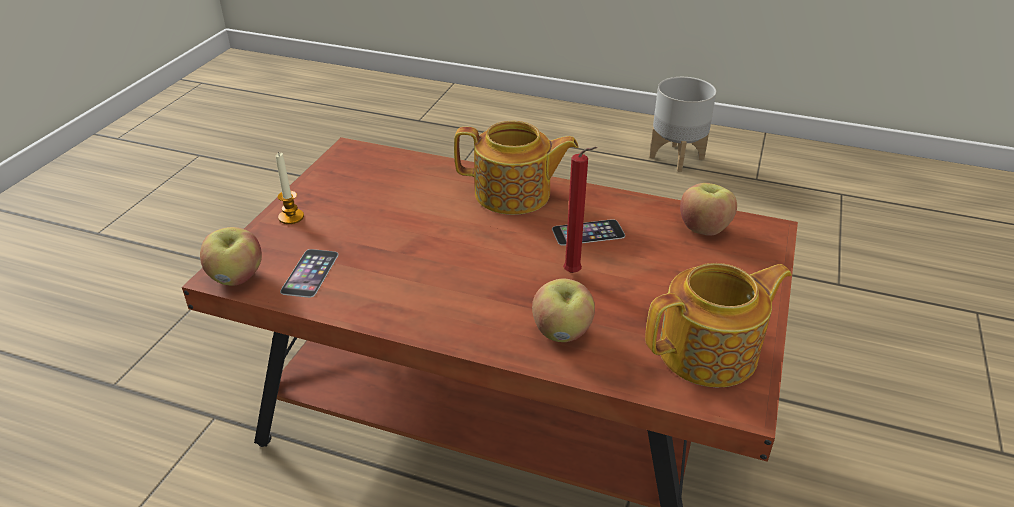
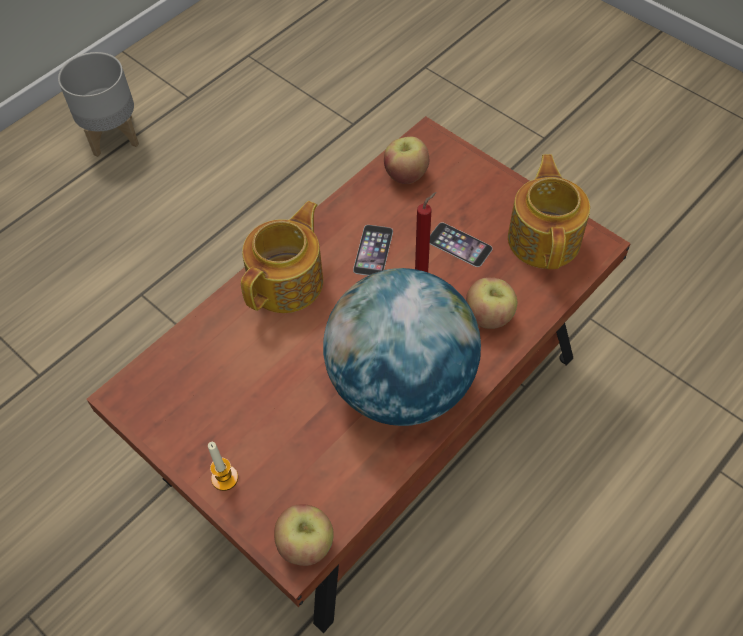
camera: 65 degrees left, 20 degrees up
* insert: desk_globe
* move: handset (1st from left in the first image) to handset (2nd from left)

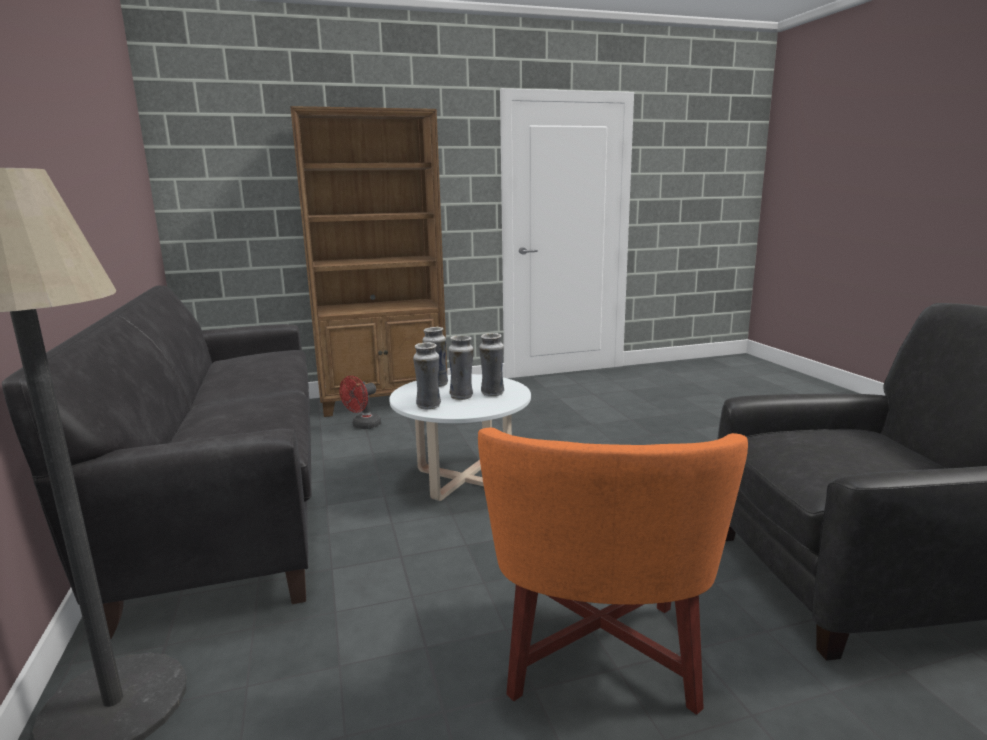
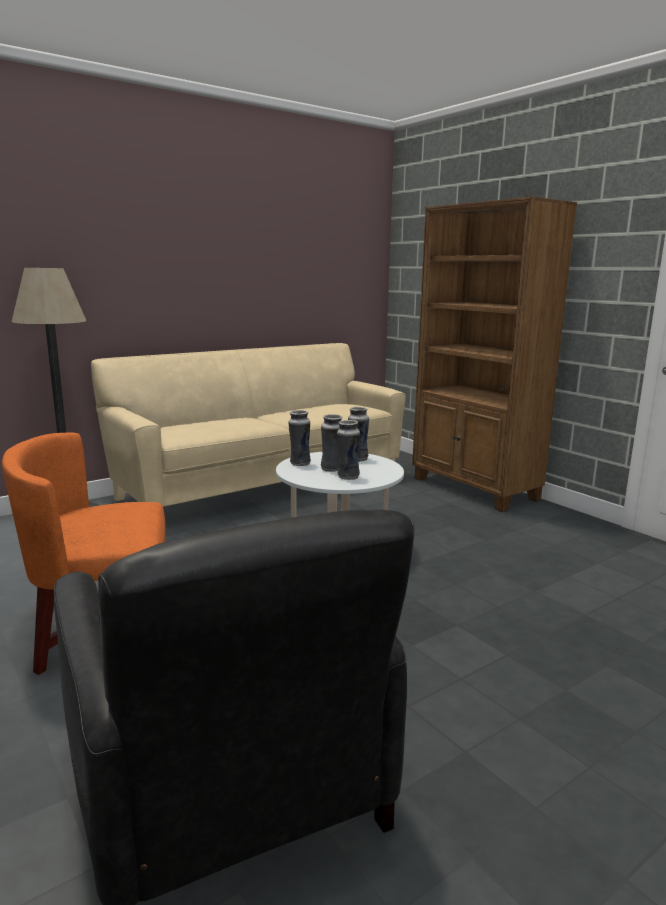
camera: 70 degrees right, 0 degrees up
* delete: red_electric_fan
* recolor: blackish_sofa to sand-coloured_sofa

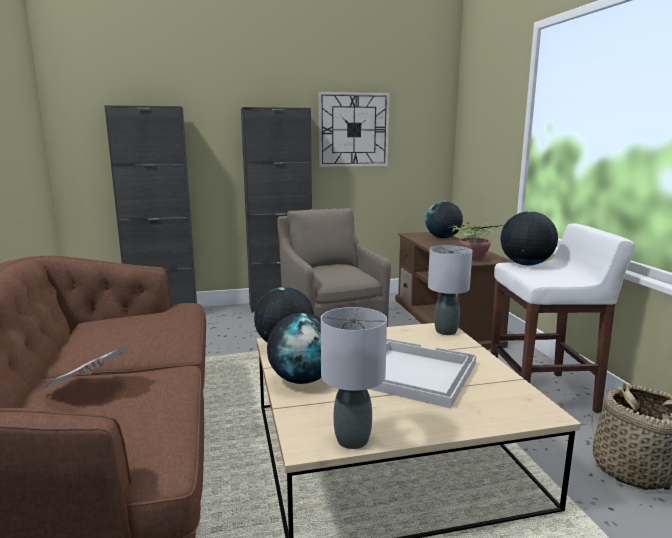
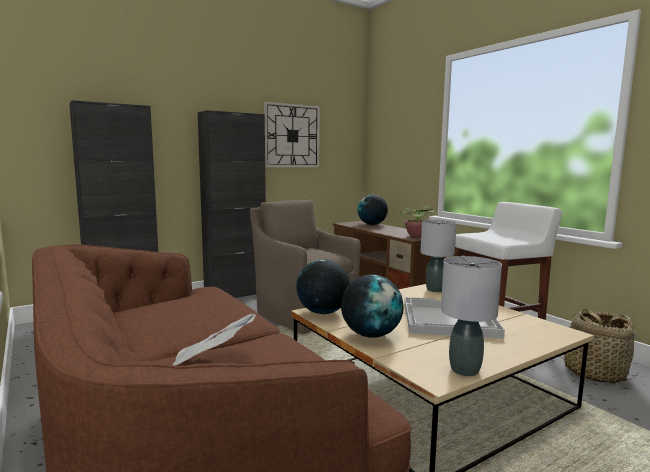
camera: 20 degrees left, 5 degrees down
* delete: desk_globe (4th from left)

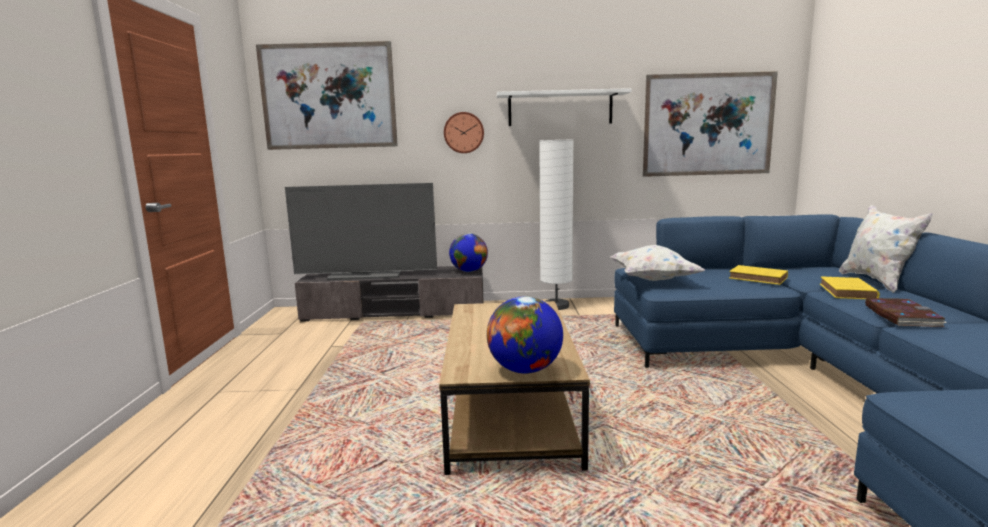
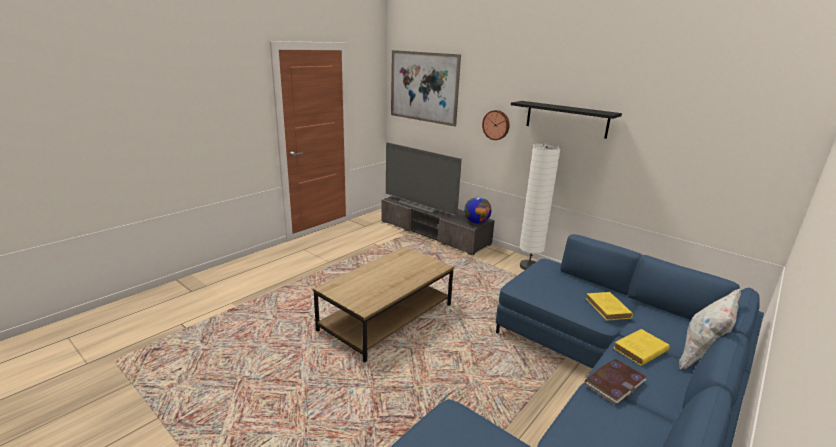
camera: 40 degrees right, 10 degrees up
* delete: desk_globe (2nd from left)
* delete: white-coloured_pillow (1st from left)
* delete: wall_art (2nd from left)
* recolor: white-coloured_shelf to blackish_shelf

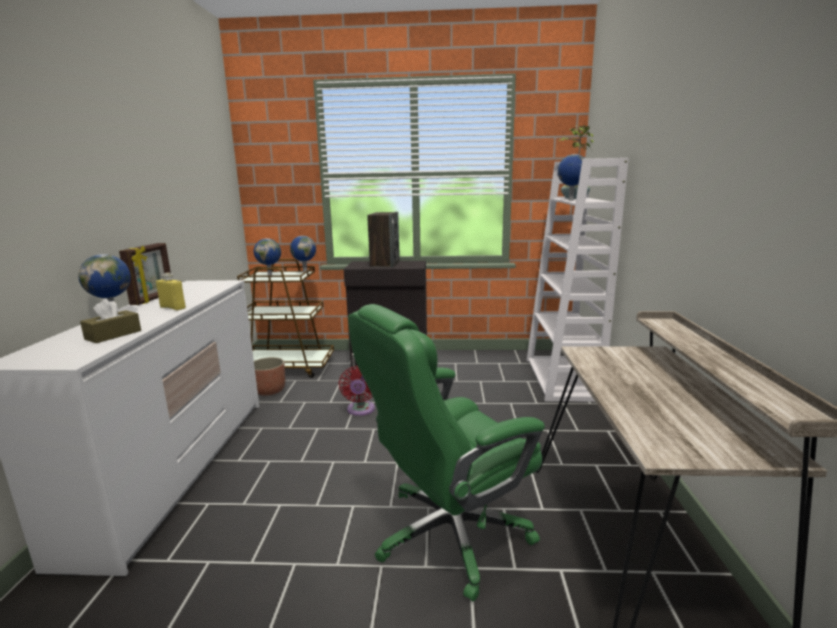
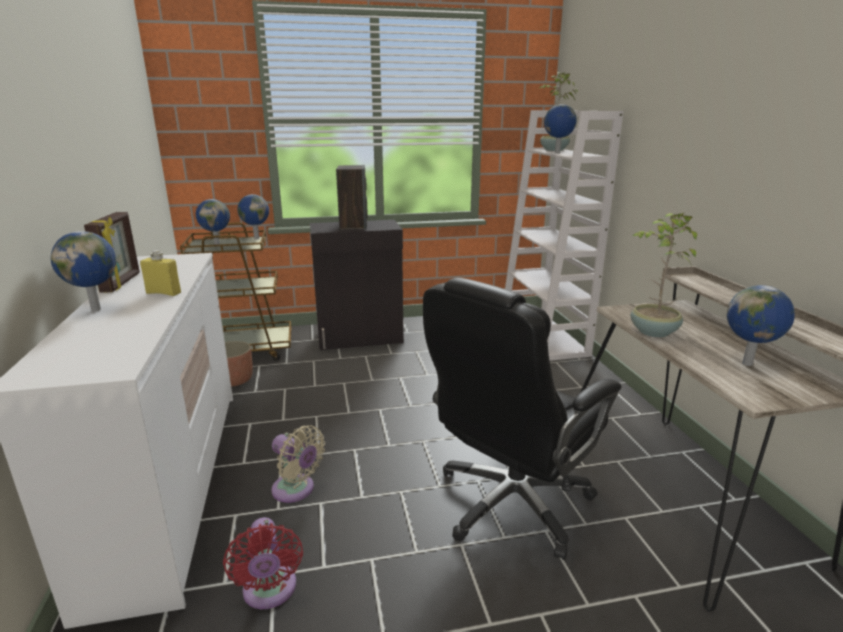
camera: 15 degrees left, 5 degrees up
* delete: brown_tissue_box
* insert: sand-coloured_electric_fan
* insert: plant_in_a_pot (2nd from left)
* insert: desk_globe (5th from left)
* move: red_electric_fan
* recolor: green-coloured_office_chair to blackish_office_chair

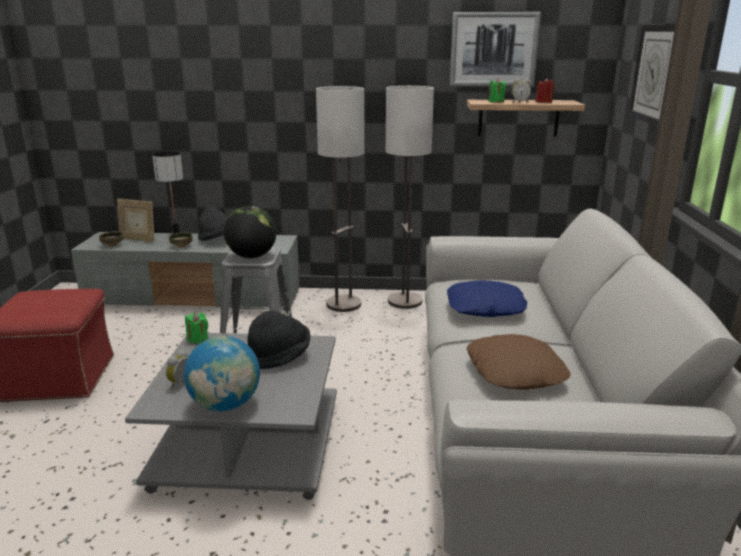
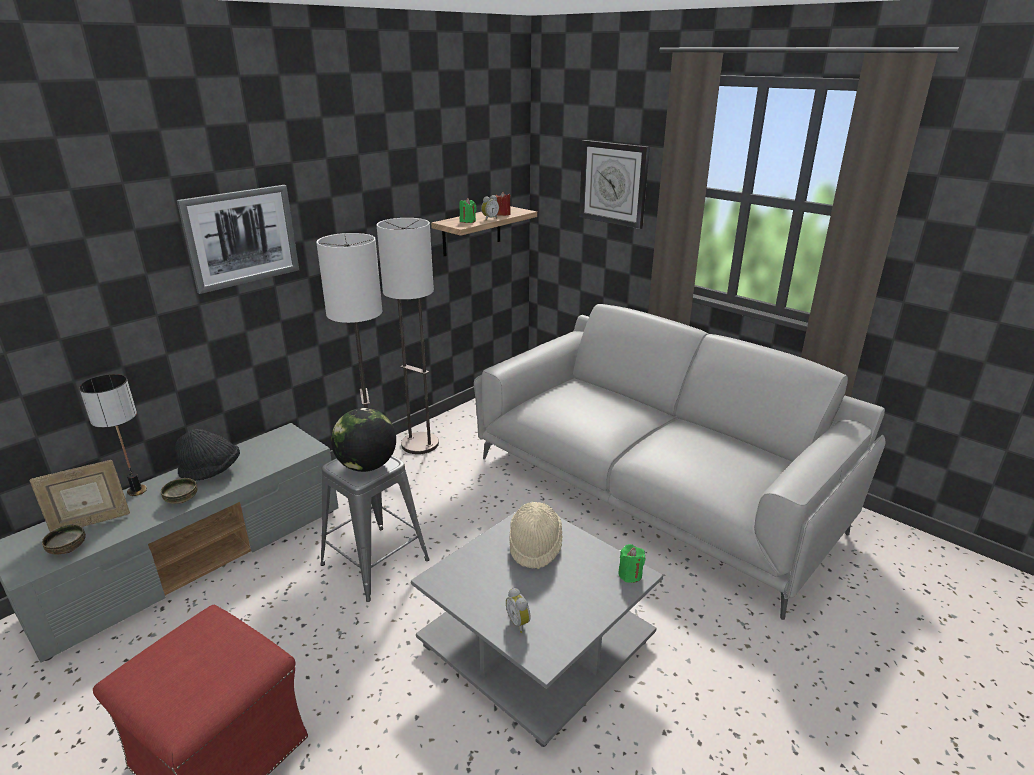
camera: 50 degrees left, 5 degrees up
* delete: desk_globe (1st from left)
* delete: blue-coloured_pillow
* delete: brown_pillow
* move: green-coloured_candle (1st from left in the first image) to green-coloured_candle (2nd from left)
* move: wall_art
* recolor: blackish_wearable_hat (2nd from left) to sand-coloured_wearable_hat

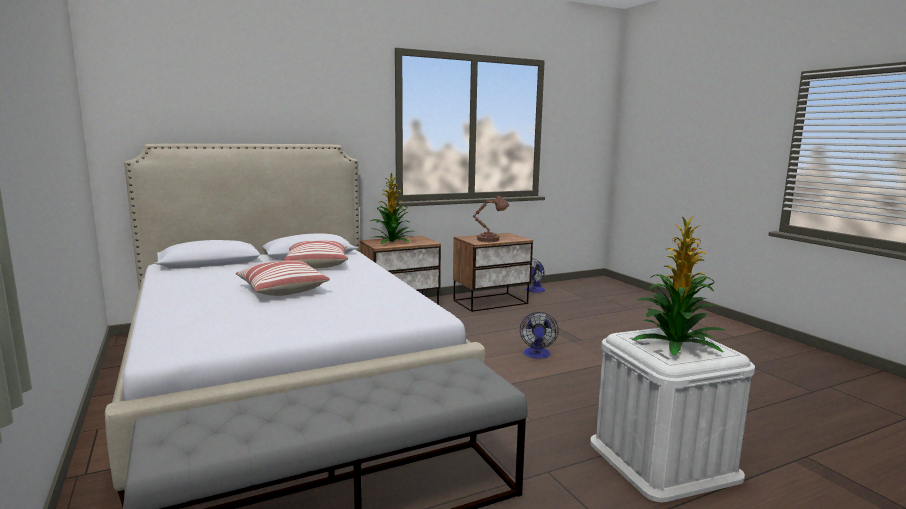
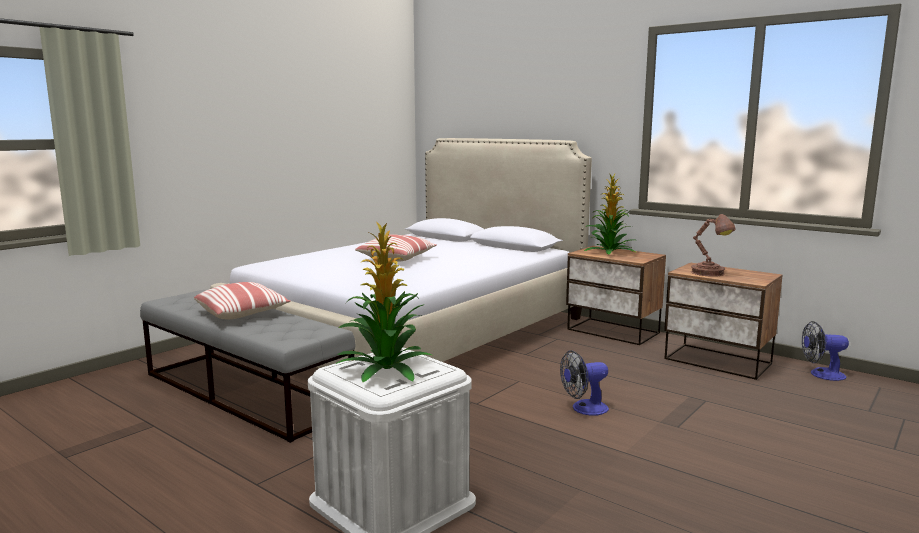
camera: 65 degrees right, 0 degrees up
* move: pillow (2nd from left in the first image) to pillow (1st from left)

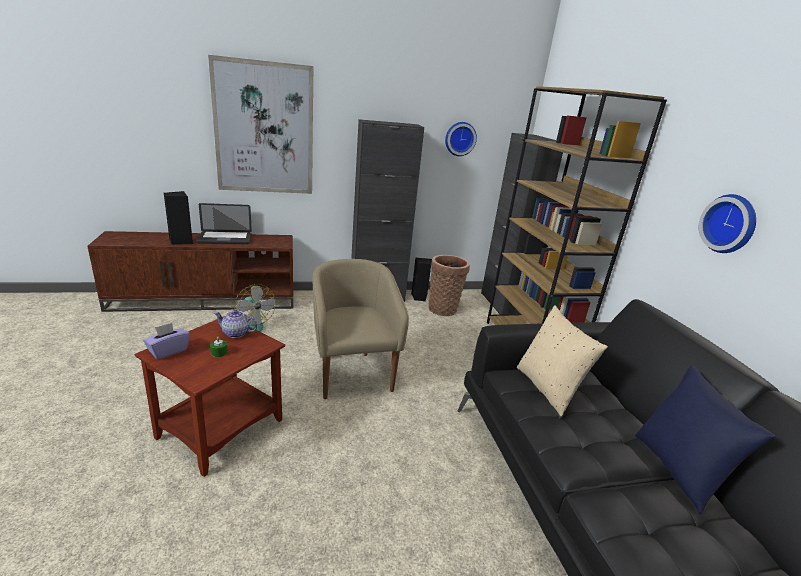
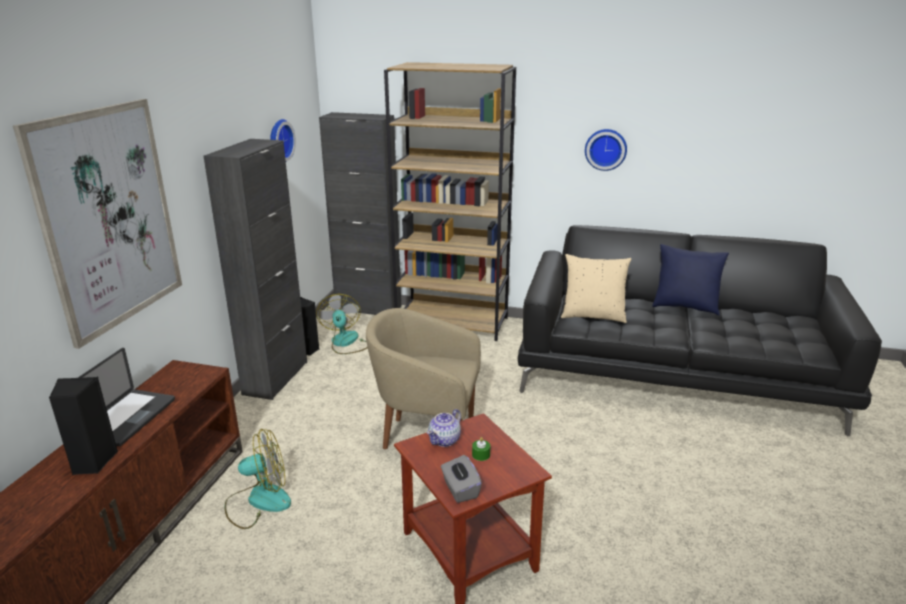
camera: 60 degrees left, 0 degrees up
* replace: storage_basket to electric_fan (2nd from left)
* recolor: purple_tissue_box to grey_tissue_box

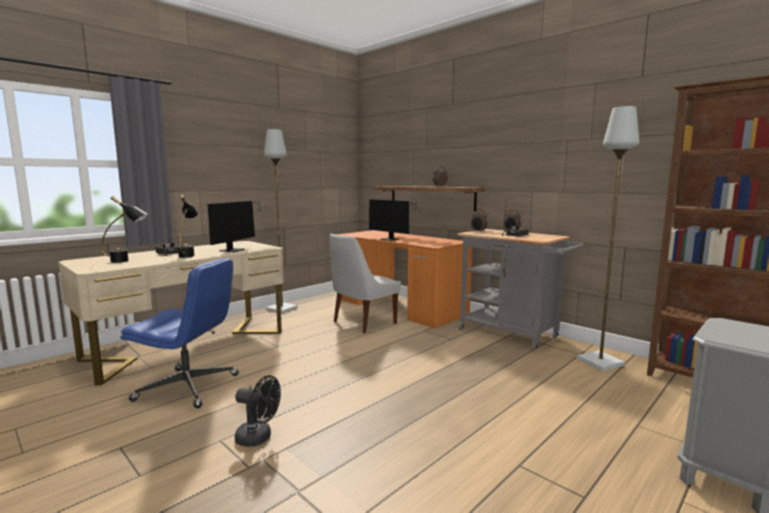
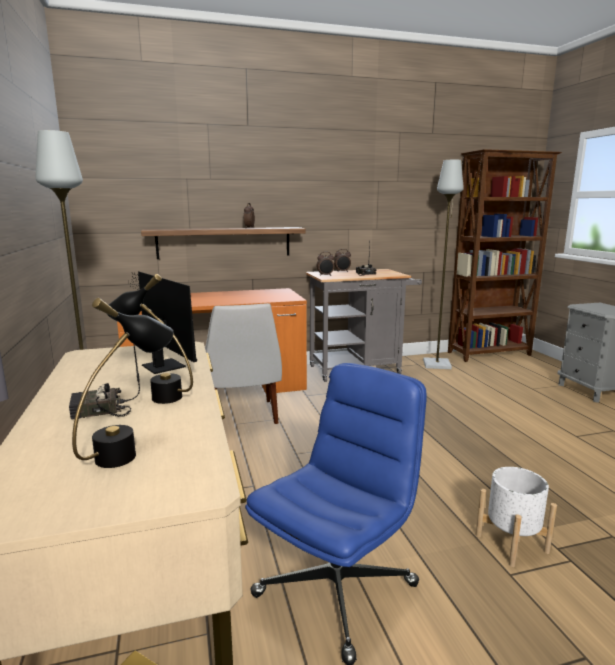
camera: 60 degrees left, 5 degrees up
* delete: monitor (2nd from left)
* replace: blackish_electric_fan to white-coloured_plant_pot

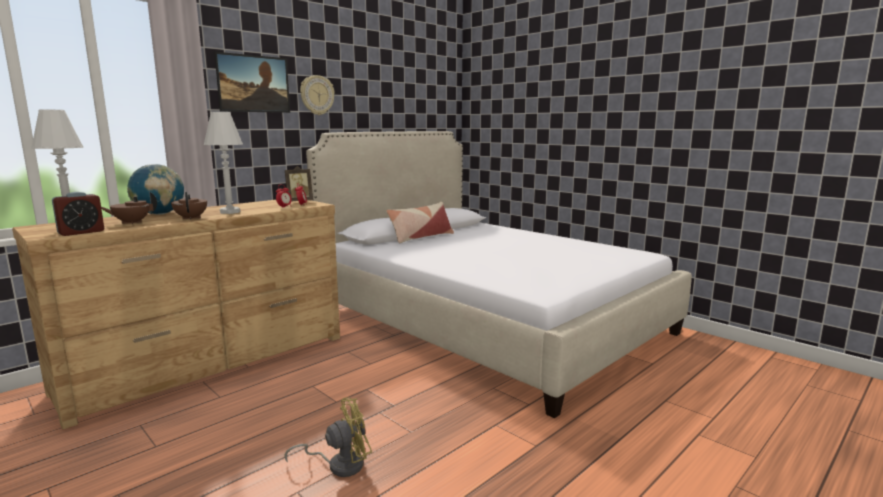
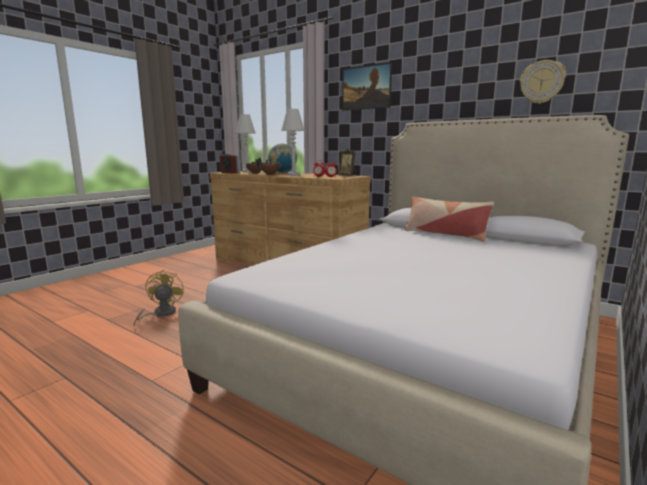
camera: 80 degrees right, 0 degrees up
* move: wall_clock
* rotate: yellow_electric_fan 150 degrees counterclockwise

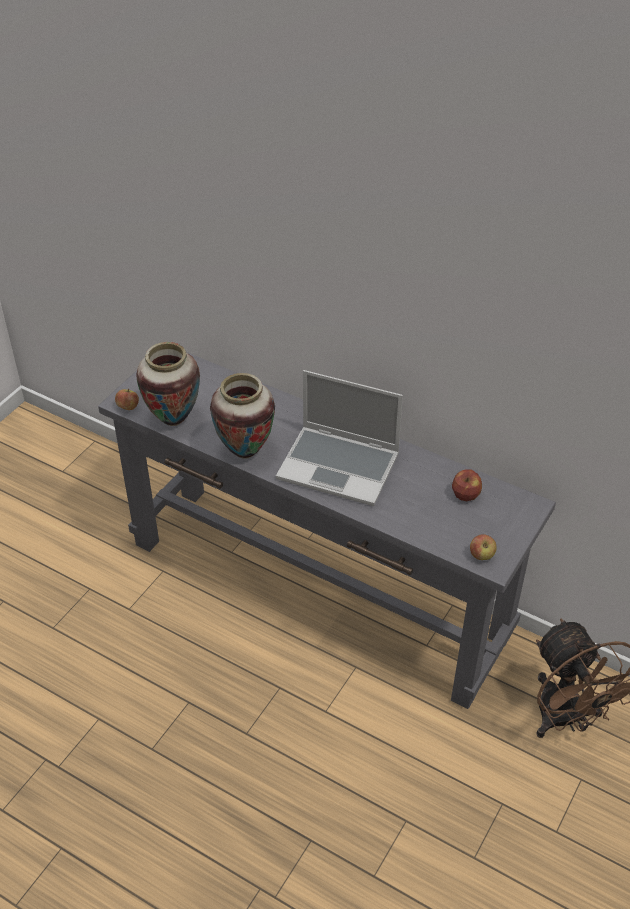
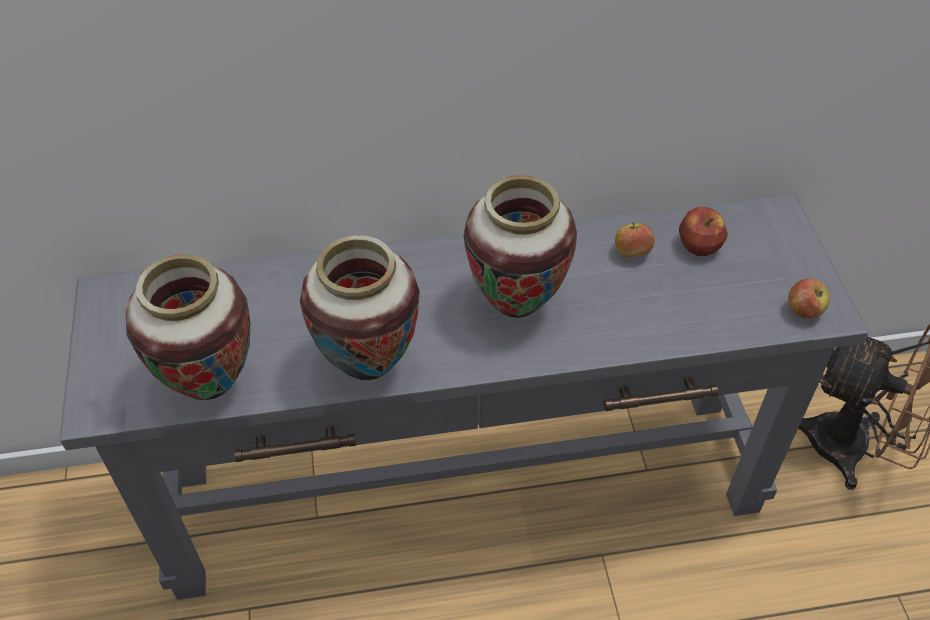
camera: 40 degrees left, 5 degrees up
* move: apple_fruit (1st from left)
* replace: notebook_computer to flower_vase (3rd from left)

